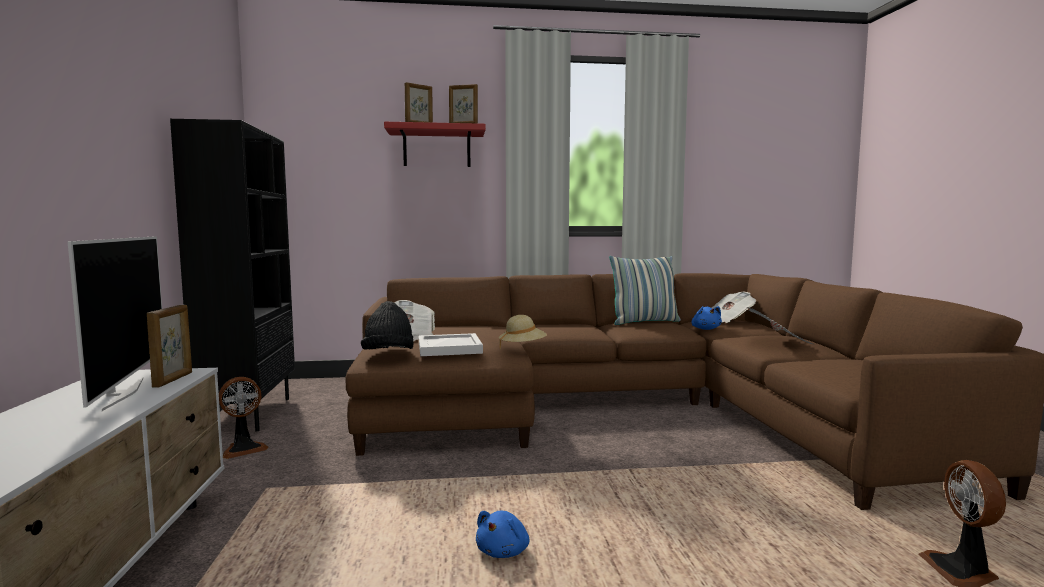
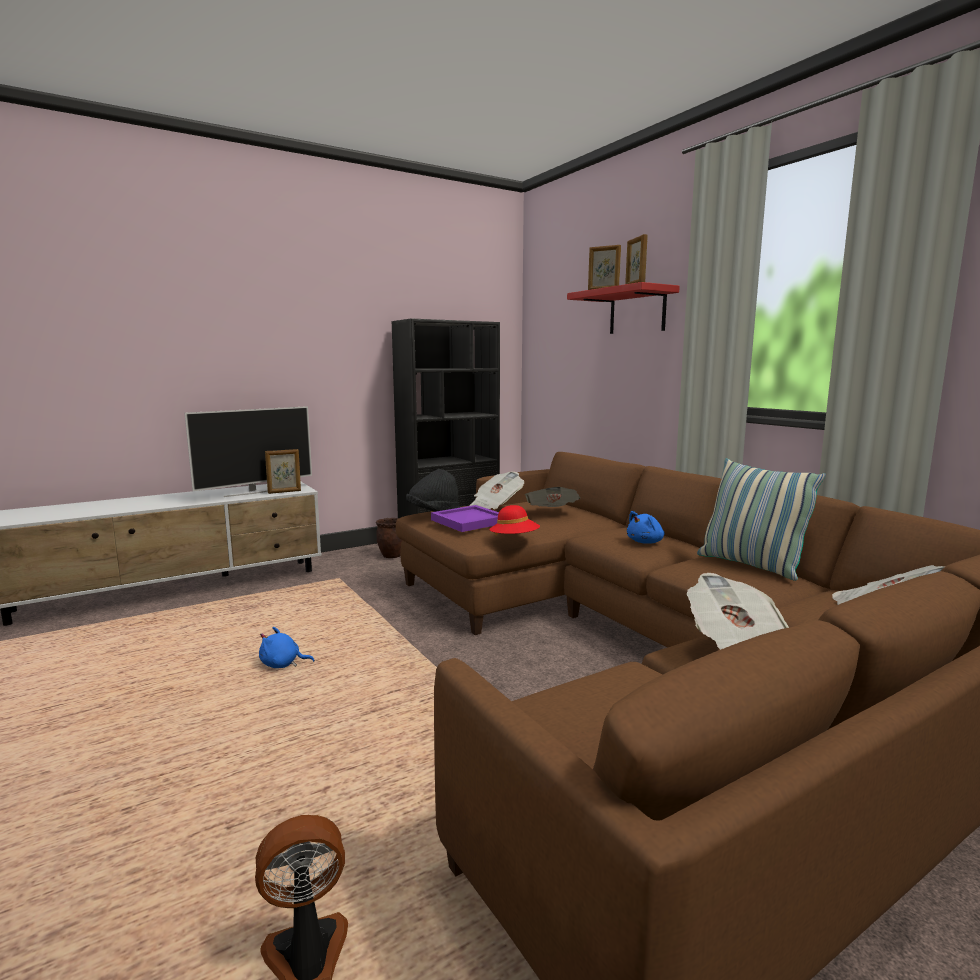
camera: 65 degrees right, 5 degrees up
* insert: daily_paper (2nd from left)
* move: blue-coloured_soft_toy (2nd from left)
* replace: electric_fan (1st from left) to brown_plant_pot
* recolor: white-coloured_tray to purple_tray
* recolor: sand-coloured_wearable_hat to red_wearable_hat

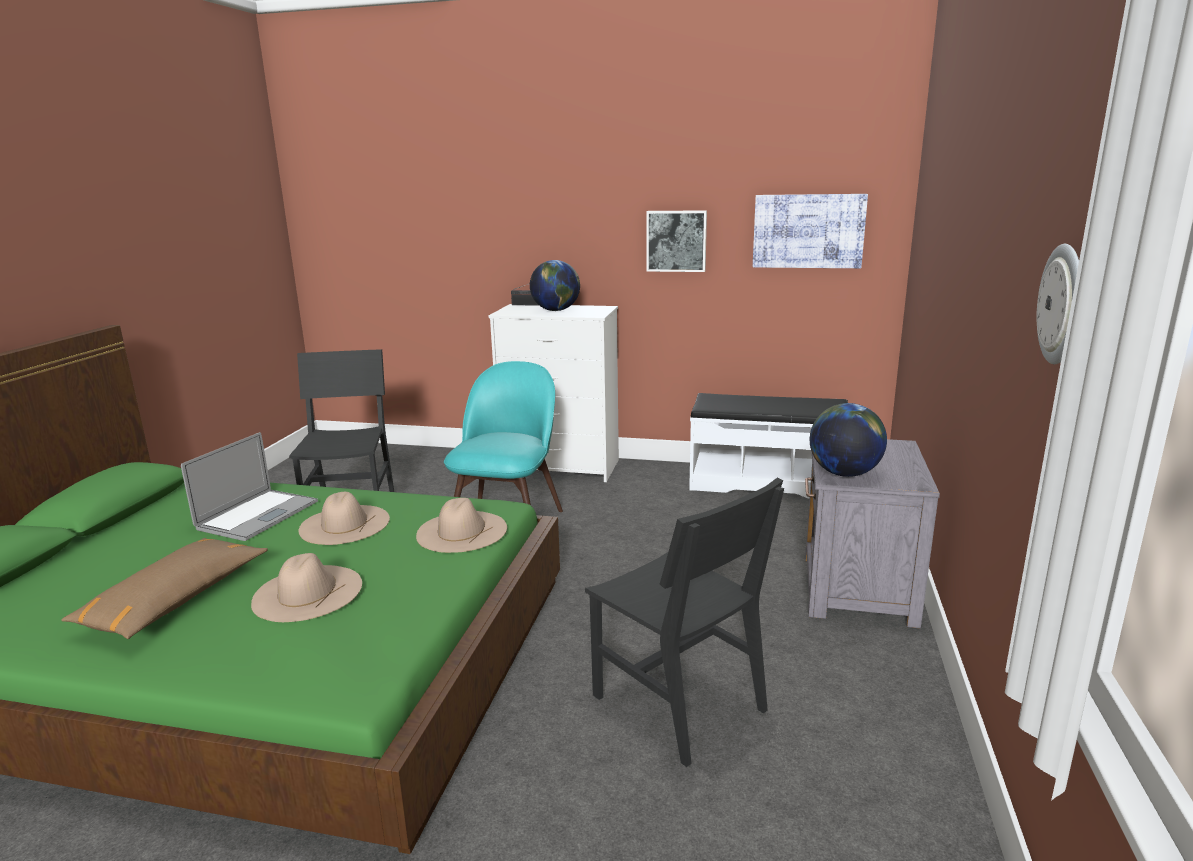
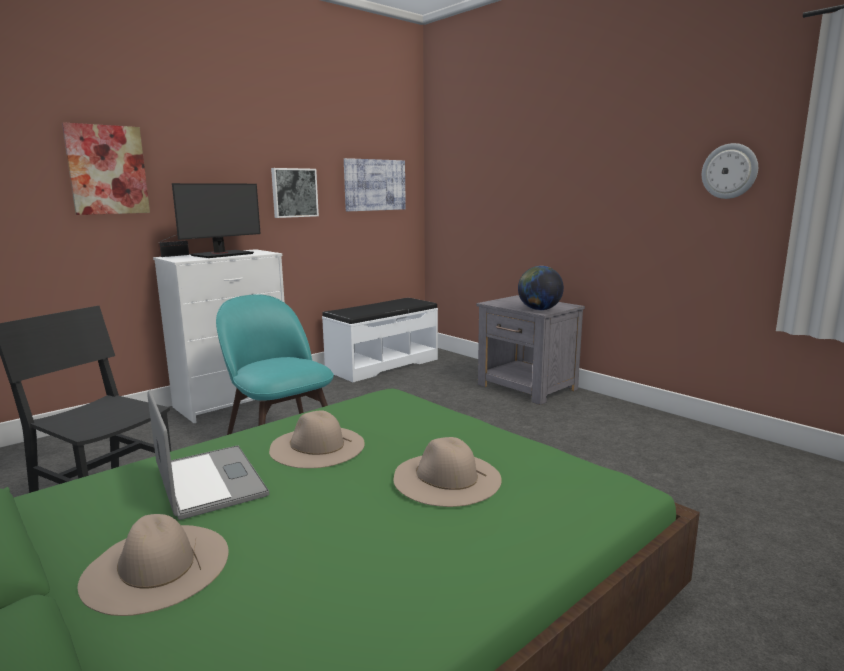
camera: 55 degrees left, 5 degrees down
* delete: brown_pillow
* delete: blackish_chair (2nd from left)
* insert: wall_art (1st from left)
* move: sand-coloured_wearable_hat (3rd from left in the first image) to sand-coloured_wearable_hat (1st from left)
* replace: desk_globe (1st from left) to monitor

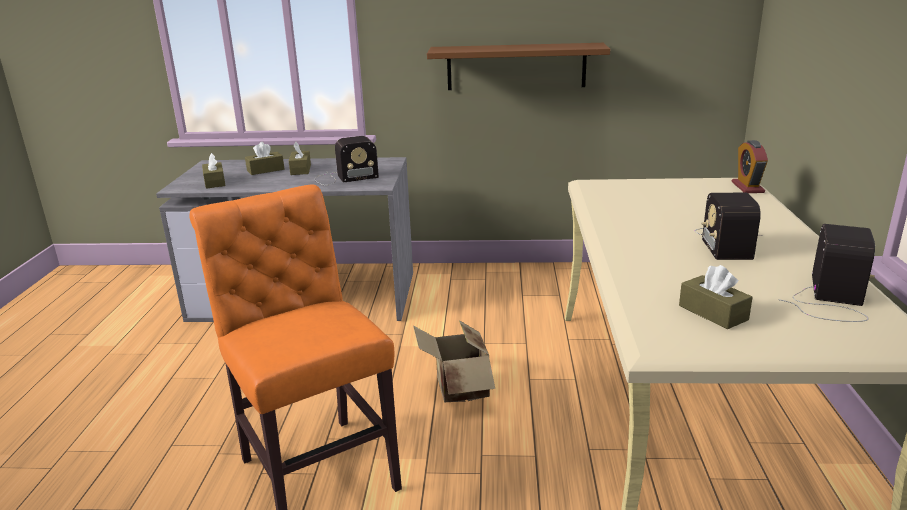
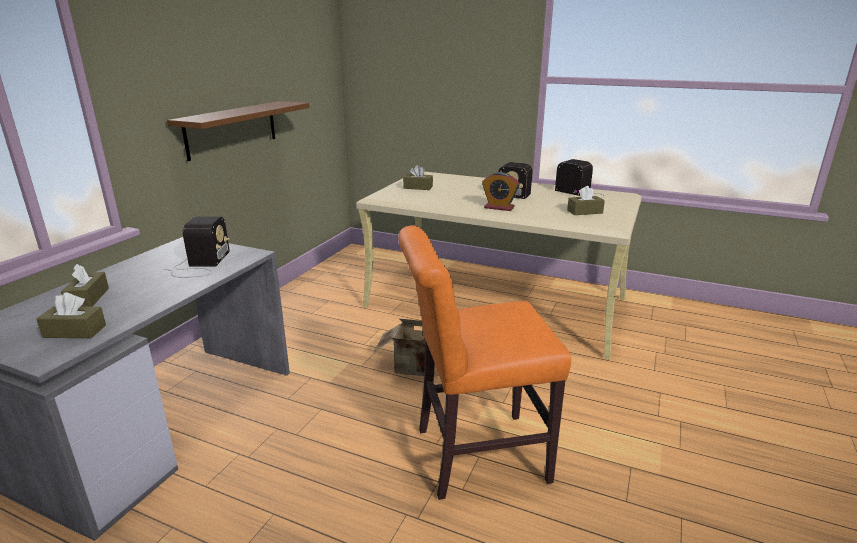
camera: 70 degrees left, 0 degrees up
* move: brown_tissue_box (3rd from left)
* move: bedside_clock

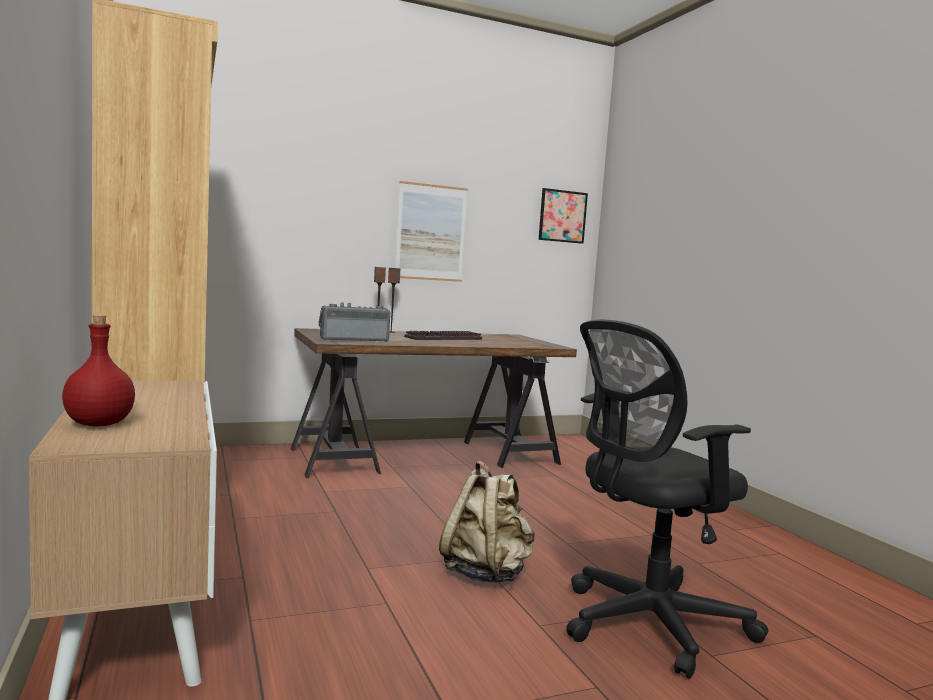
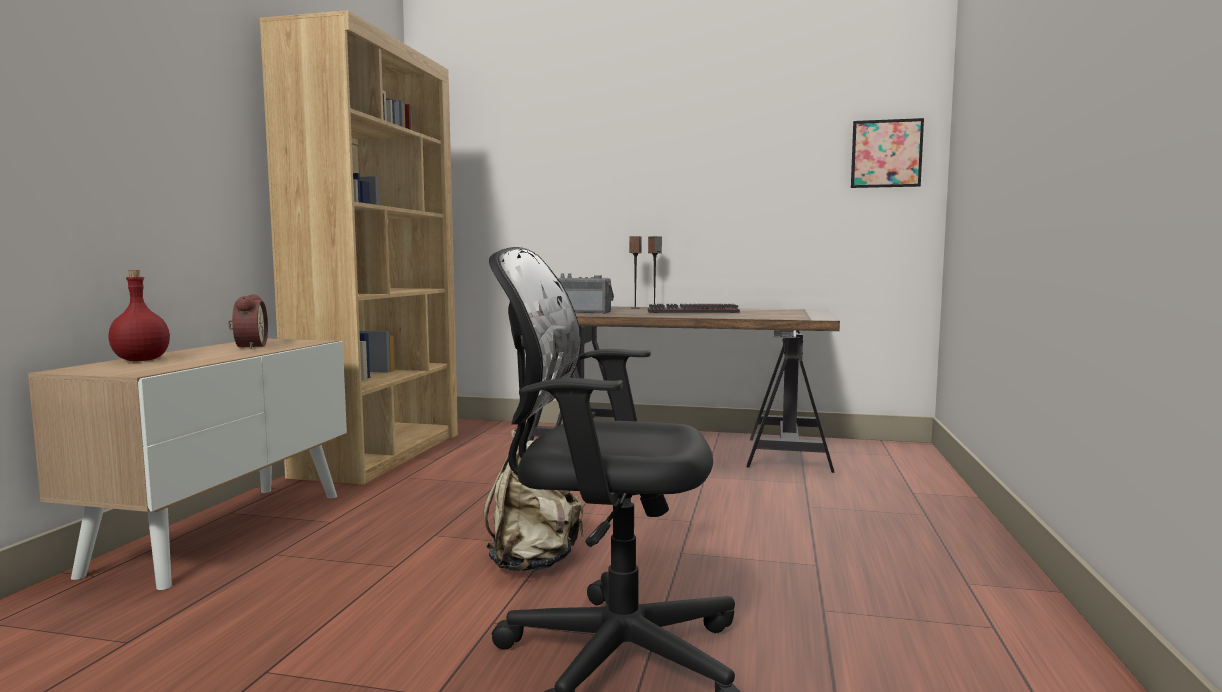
camera: 35 degrees right, 0 degrees up
* delete: wall_art (1st from left)
* insert: bedside_clock

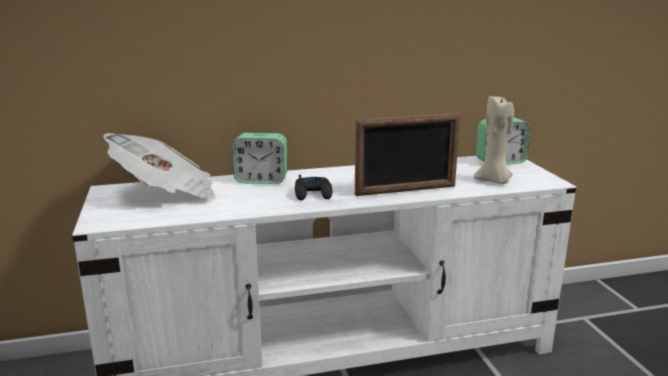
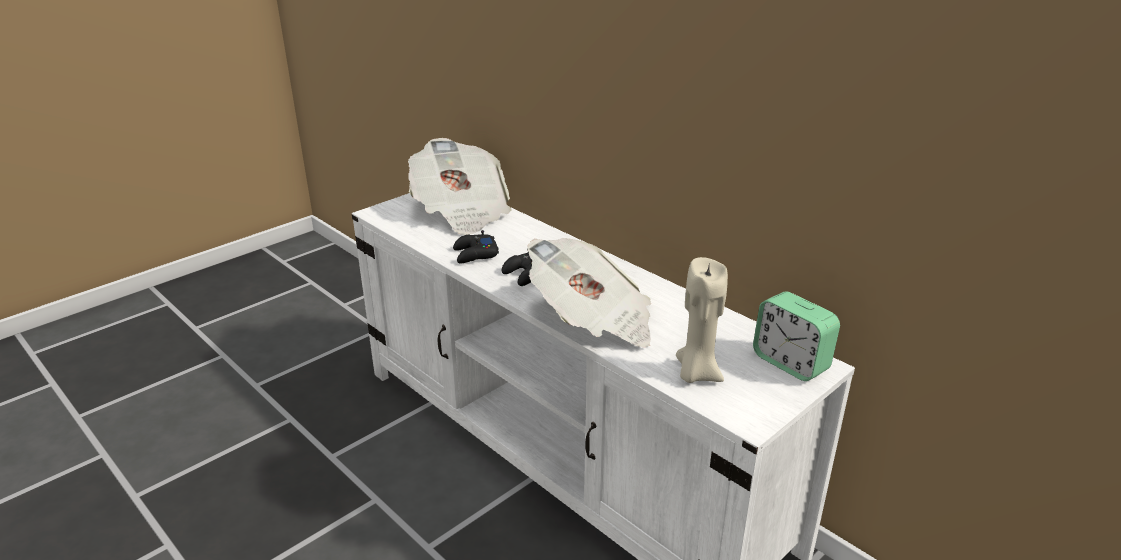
camera: 60 degrees right, 10 degrees up
* delete: bedside_clock (1st from left)
* insert: blackish_game_controller (1st from left)
* replace: standing_frame to daily_paper (2nd from left)

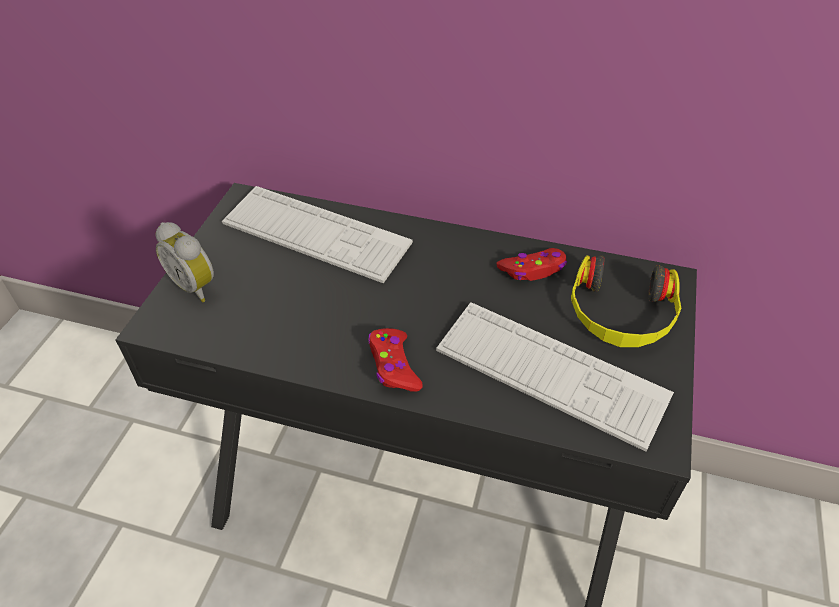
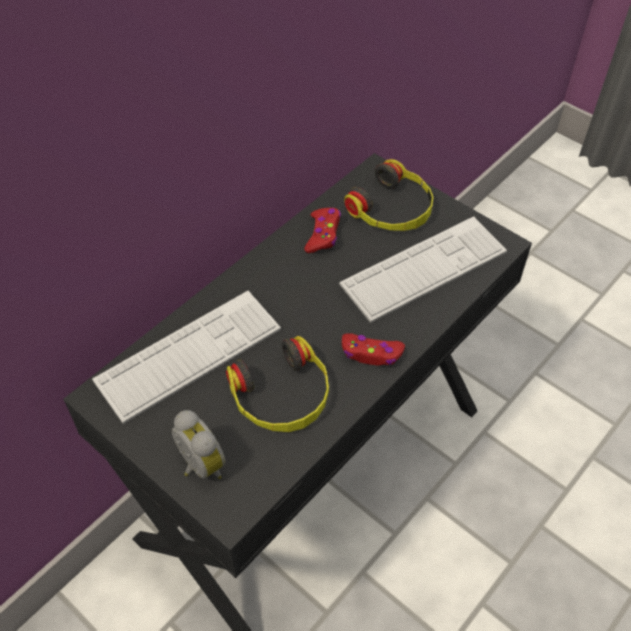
camera: 65 degrees left, 5 degrees up
* insert: headset (1st from left)
* rotate: bedside_clock 105 degrees counterclockwise

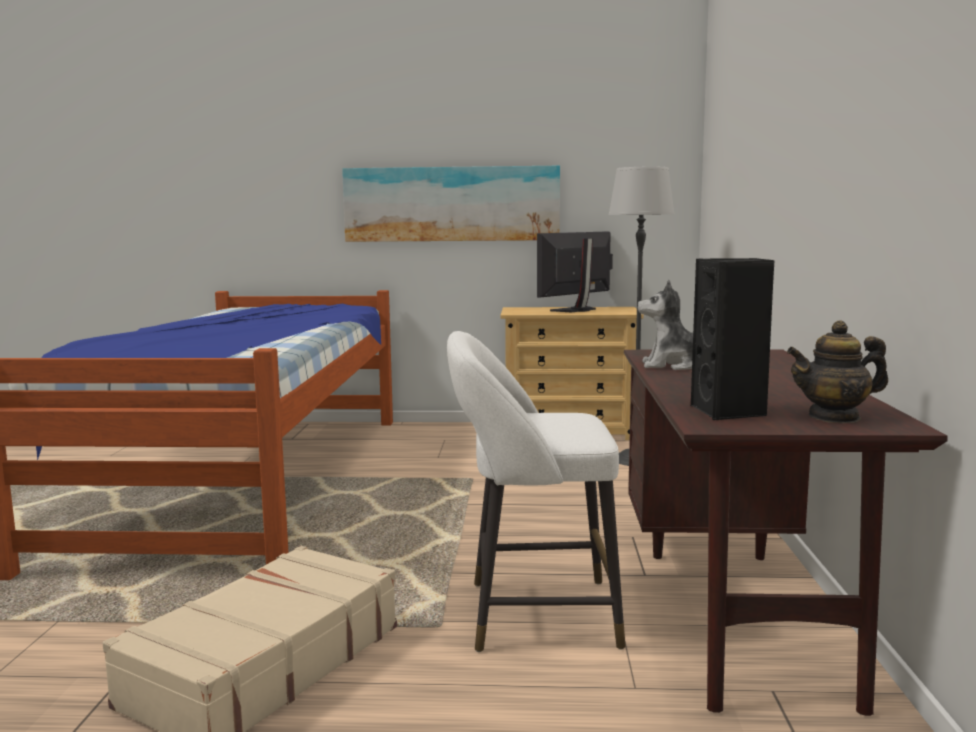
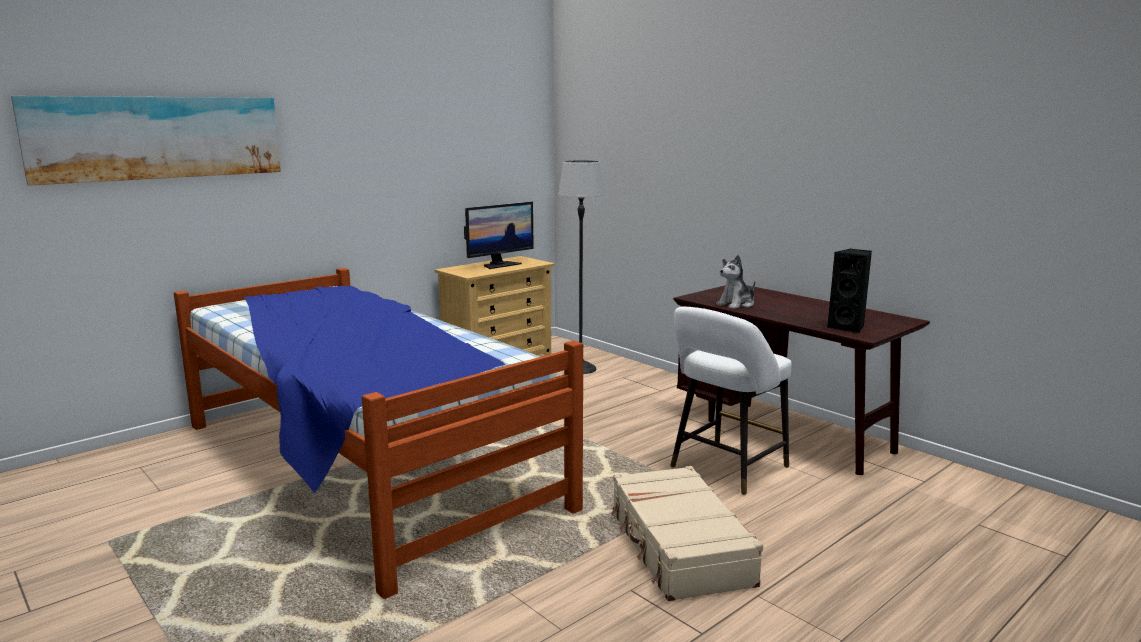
camera: 45 degrees left, 5 degrees up
* delete: pot_for_tea
* move: wall_art
* rotate: monitor 135 degrees counterclockwise

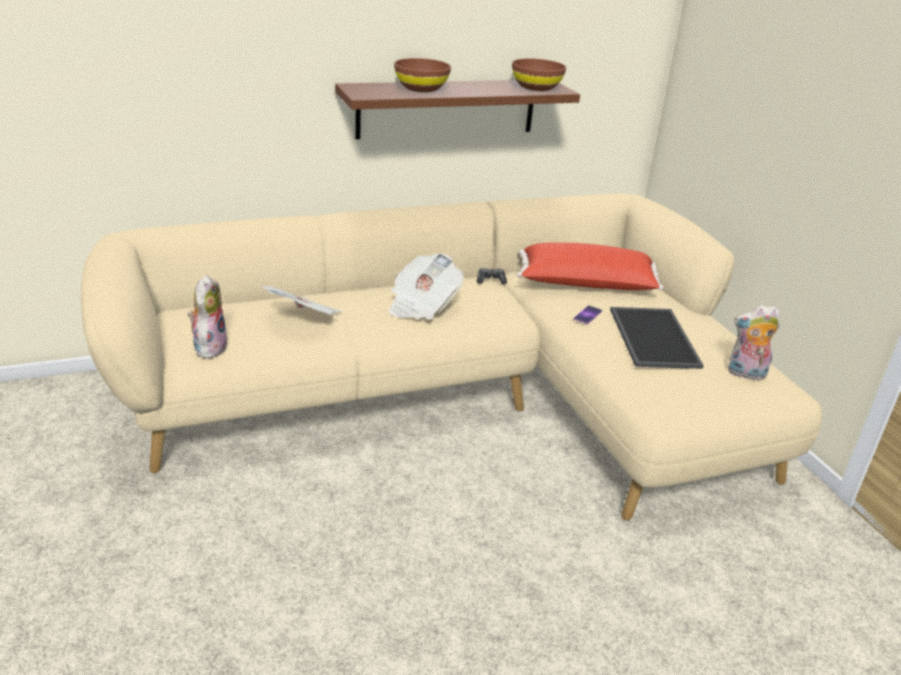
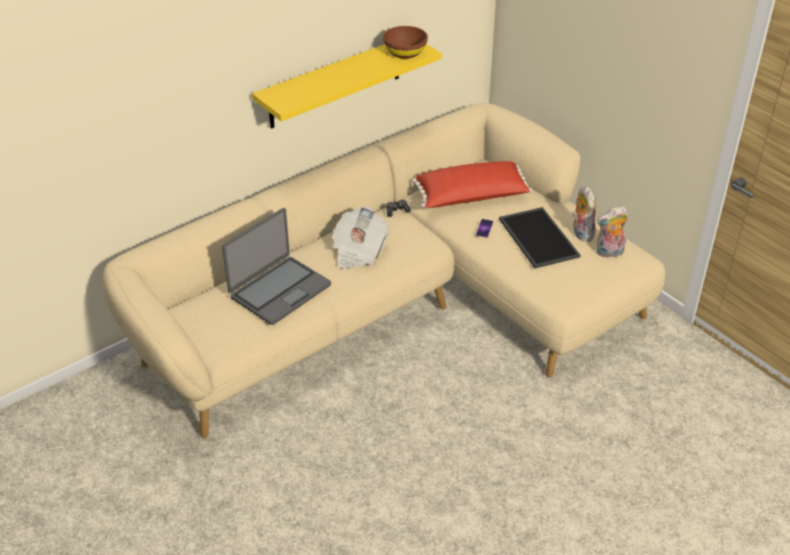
camera: 15 degrees left, 10 degrees up
* delete: brown_serving_bowl (1st from left)
* move: soft_toy (1st from left)
* replace: daily_paper (1st from left) to notebook_computer
* recolor: brown_shelf to yellow_shelf

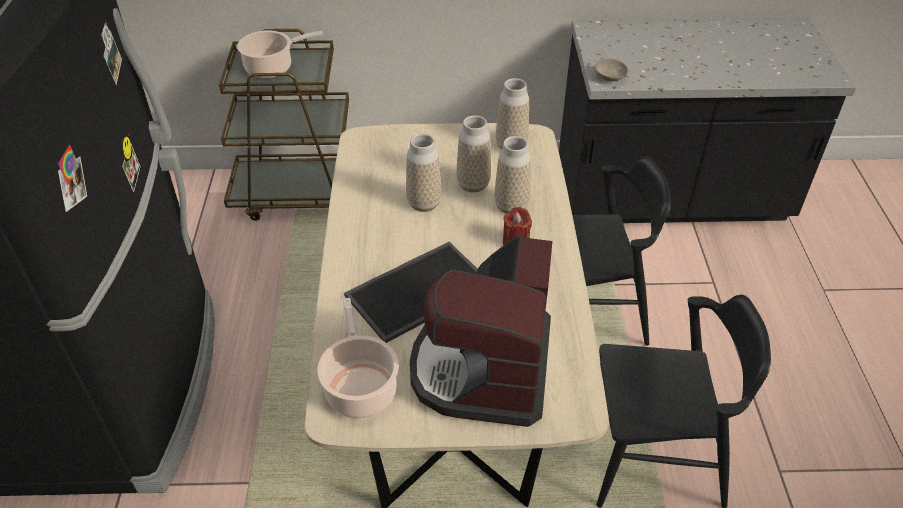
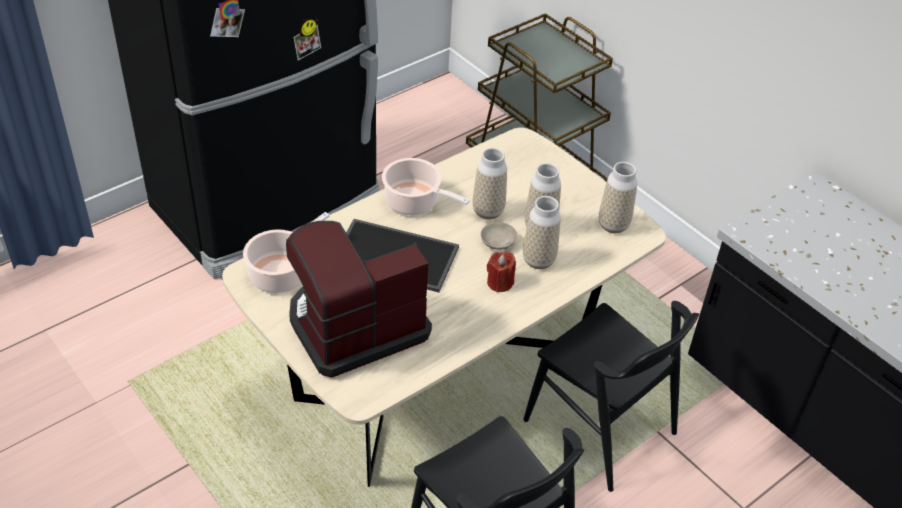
camera: 50 degrees right, 0 degrees up
* move: stockpot (1st from left in the first image) to stockpot (2nd from left)
* move: sand-coloured_serving_bowl

